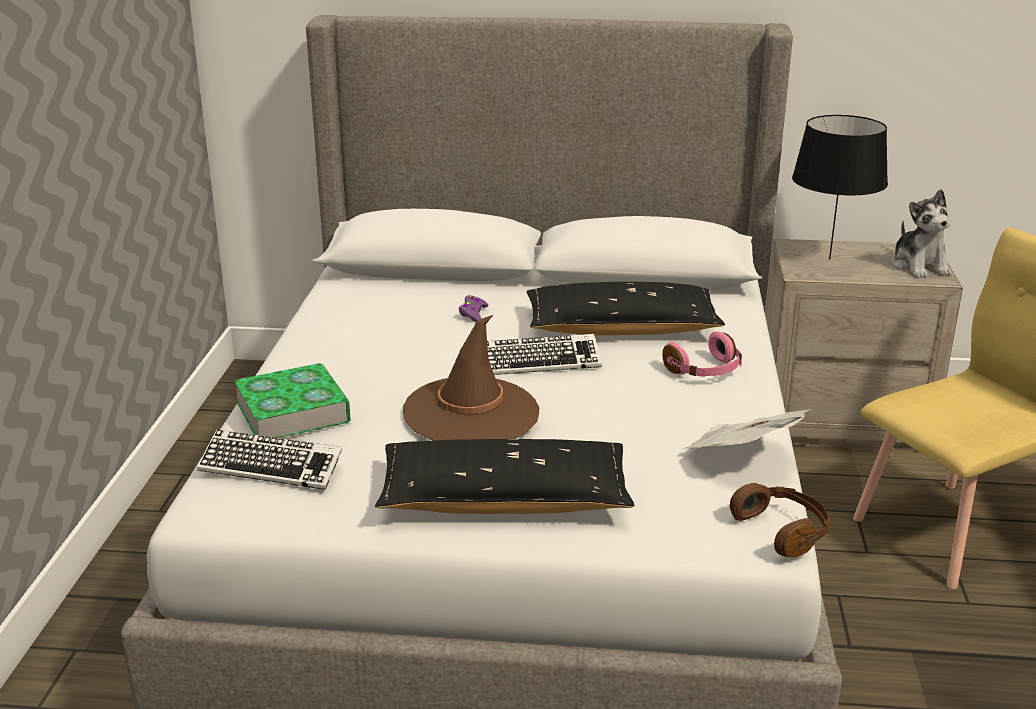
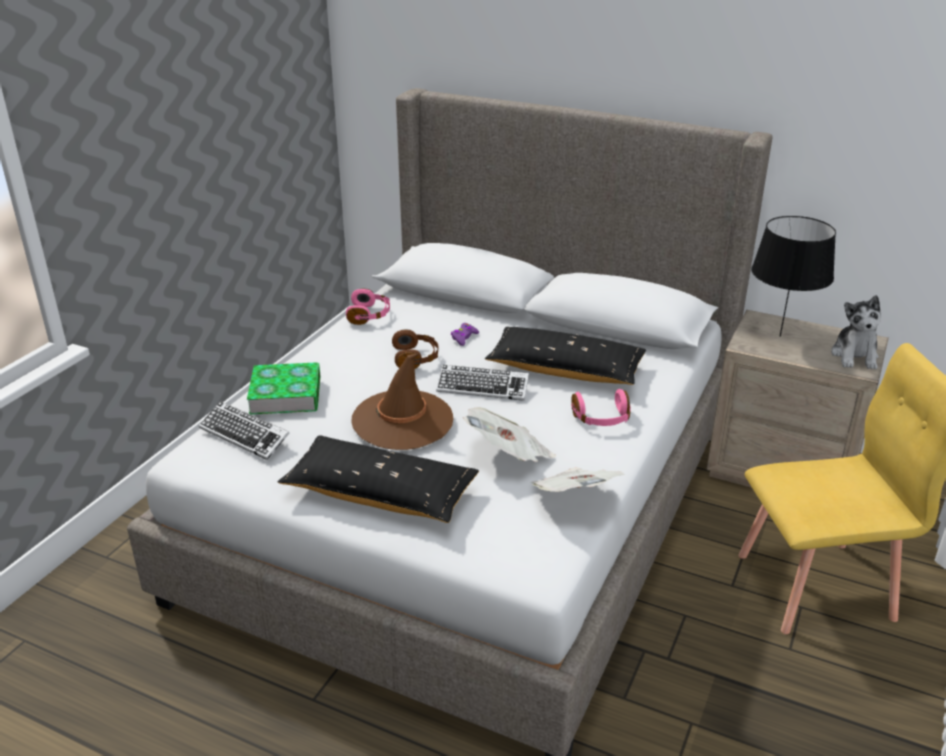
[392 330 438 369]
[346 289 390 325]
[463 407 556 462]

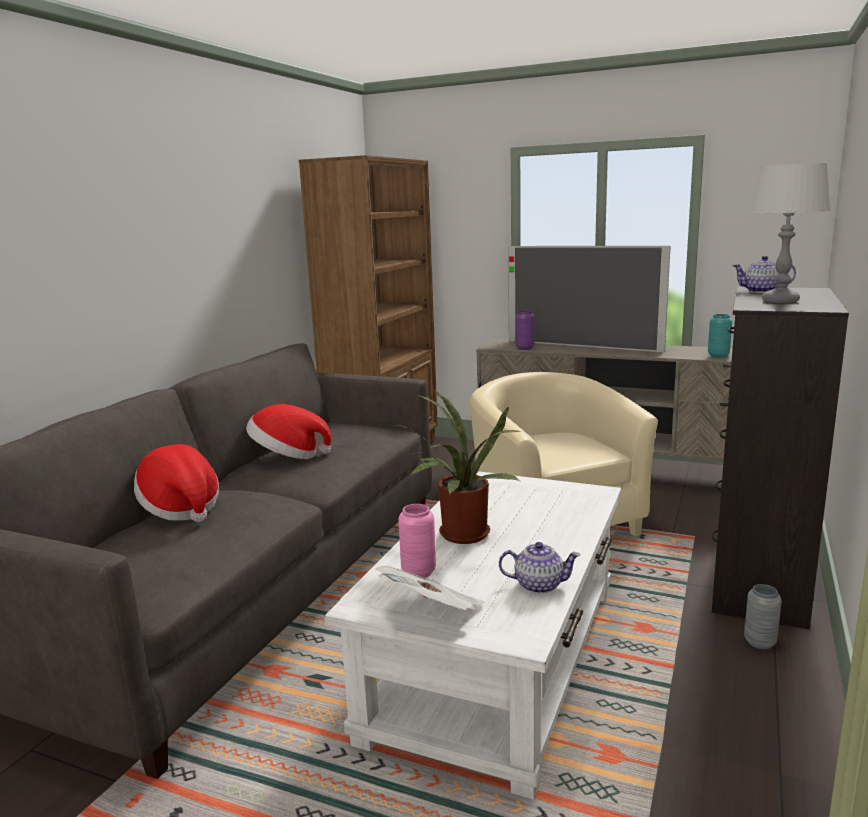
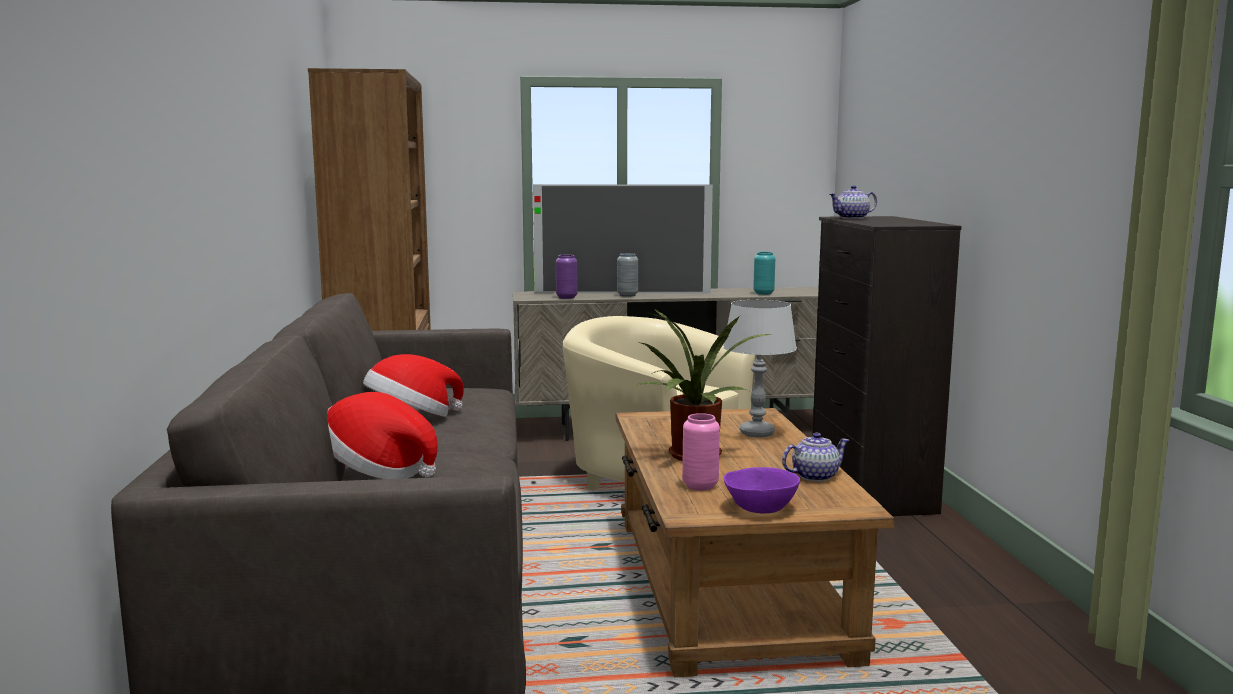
[616 408 894 677]
[724 467 800 513]
[617 253 638 297]
[723 300 797 437]

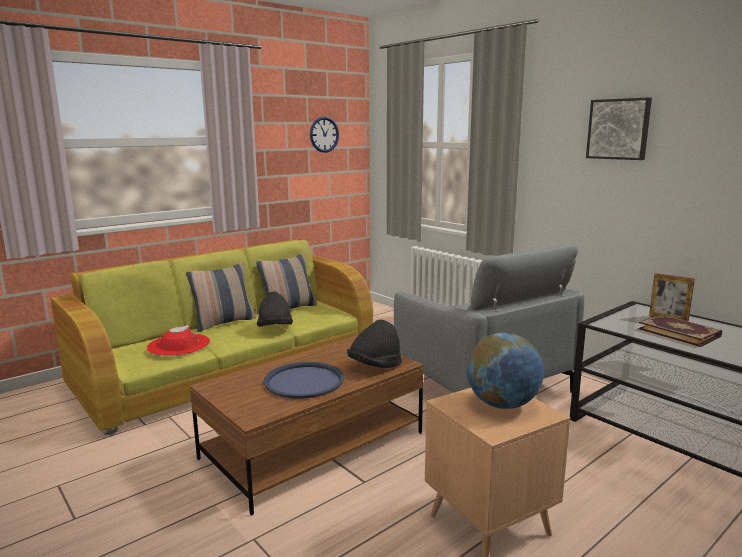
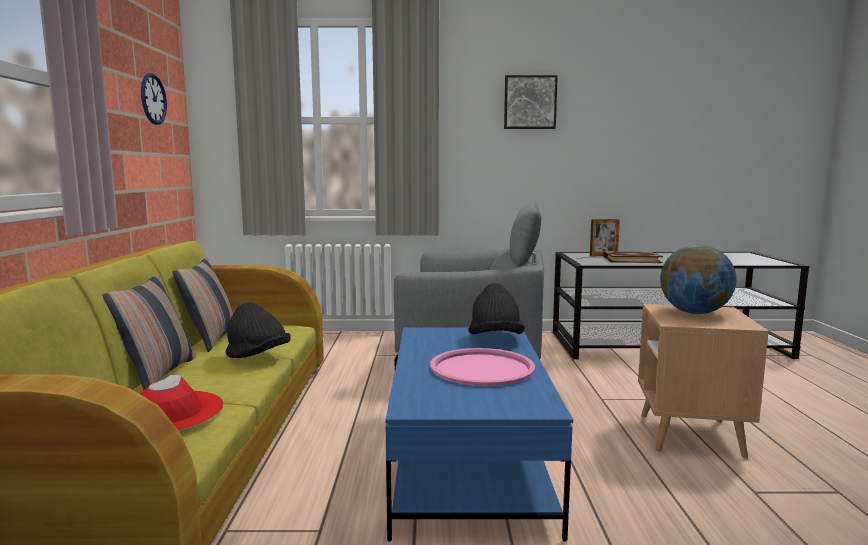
[386 327 573 542]
[430 348 535 386]

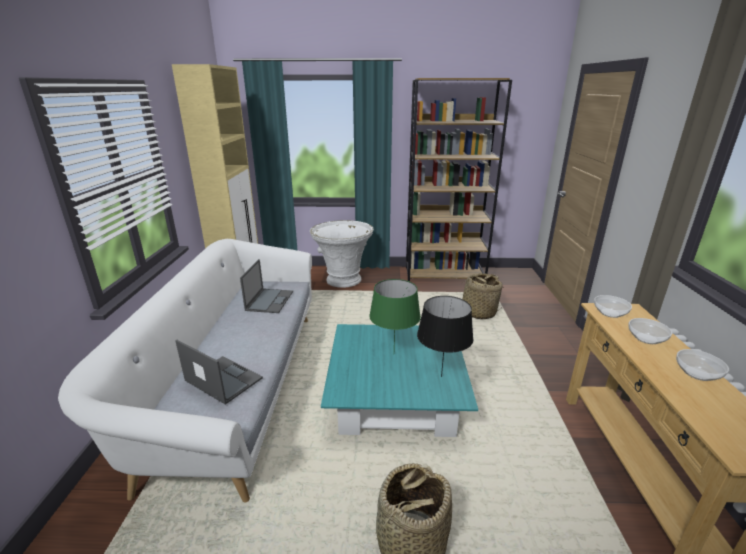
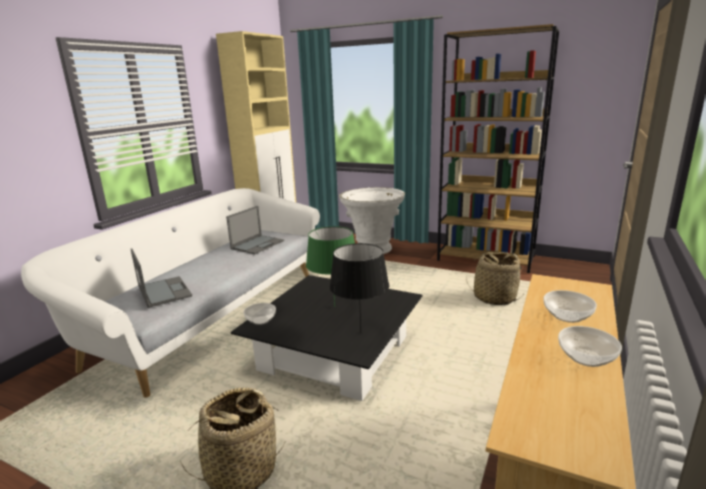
[231 275 422 401]
[243 303 276 325]

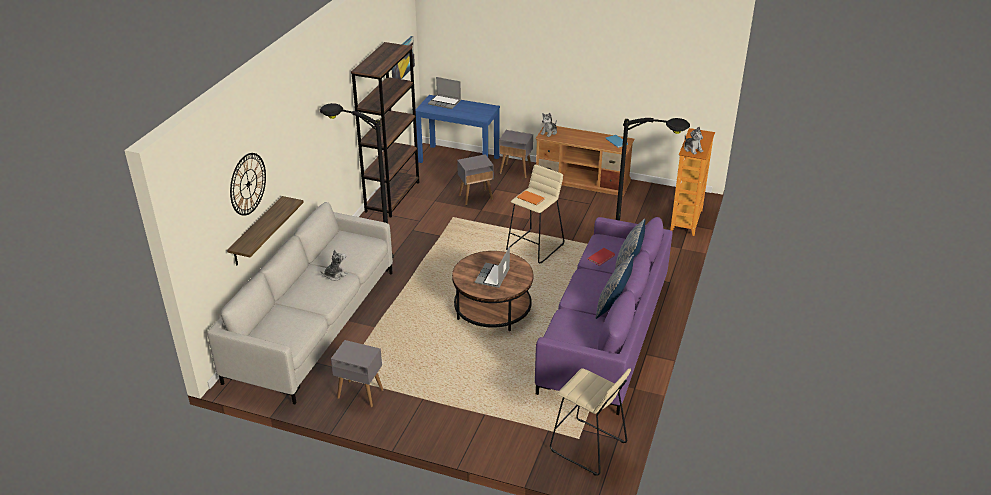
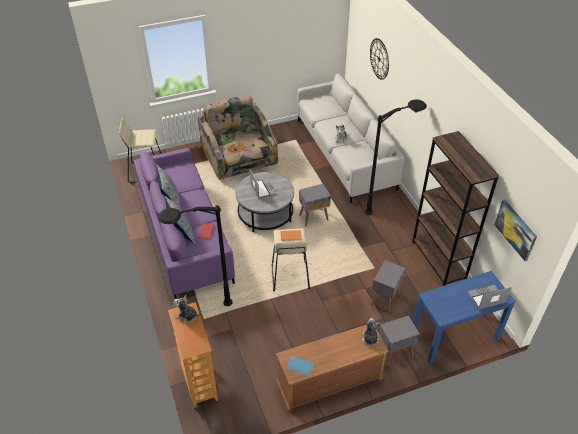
[227 196 304 265] (first image)
[299 184 331 227]
[235 172 294 232]
[198 95 278 180]

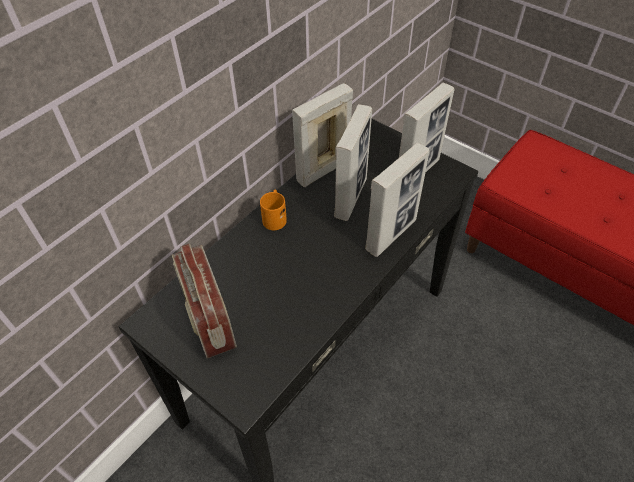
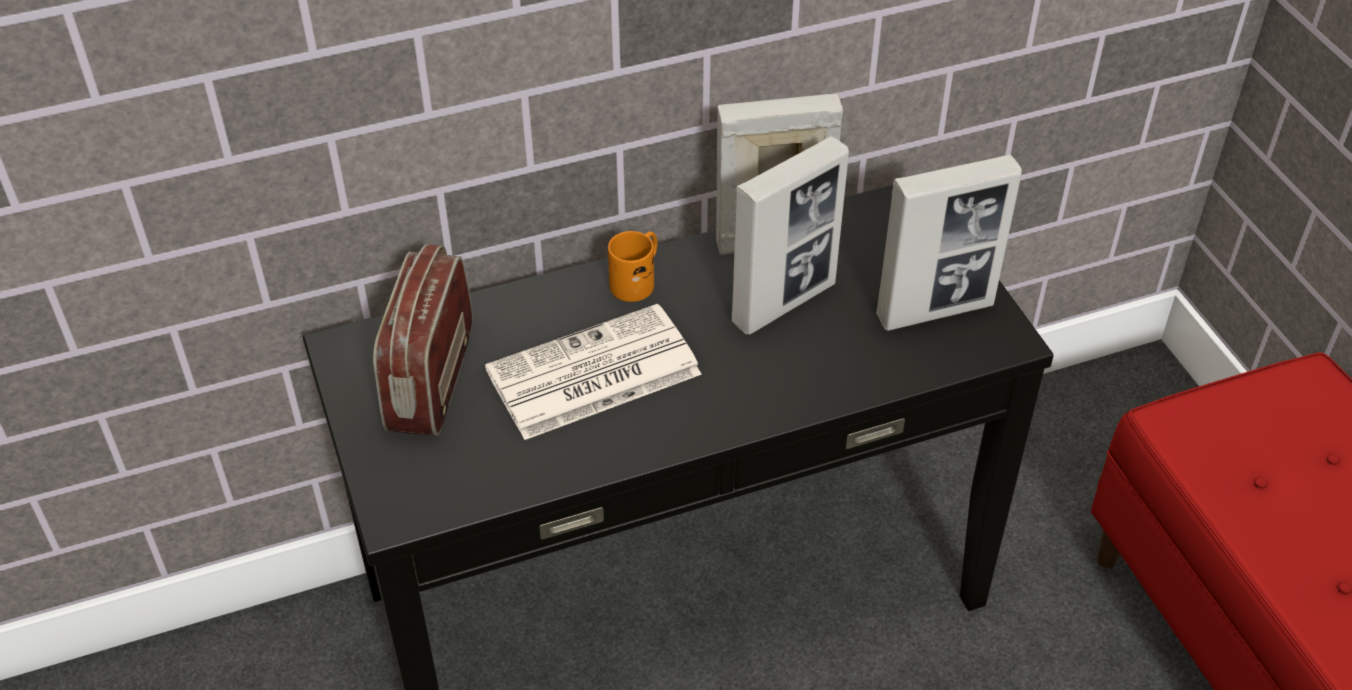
[365 142 430 257] (first image)
[485 304 702 440]

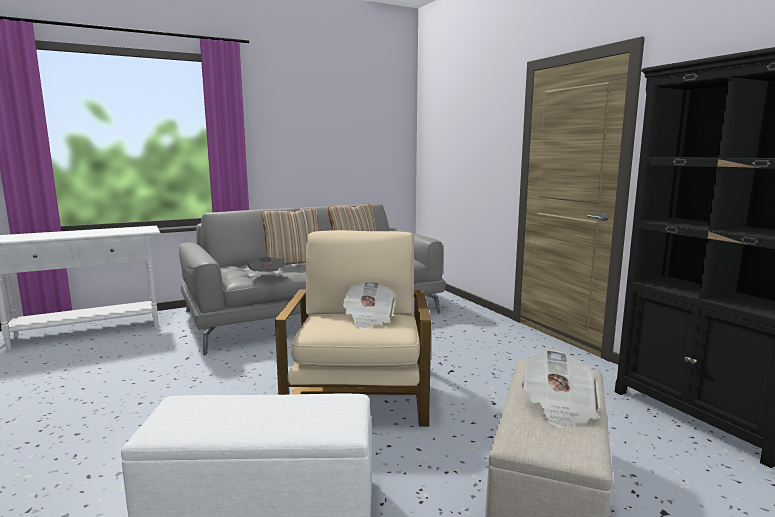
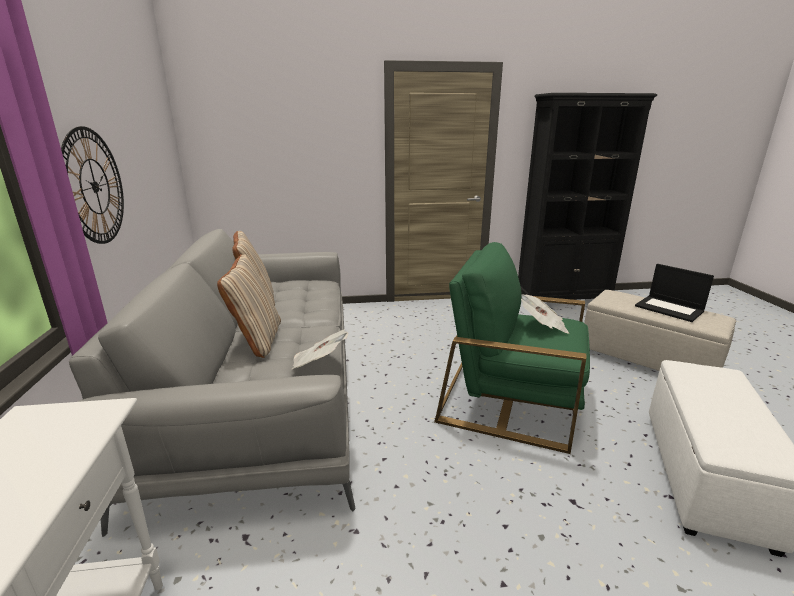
[434 242 590 454]
[635 264 714 322]
[61 126 124 244]

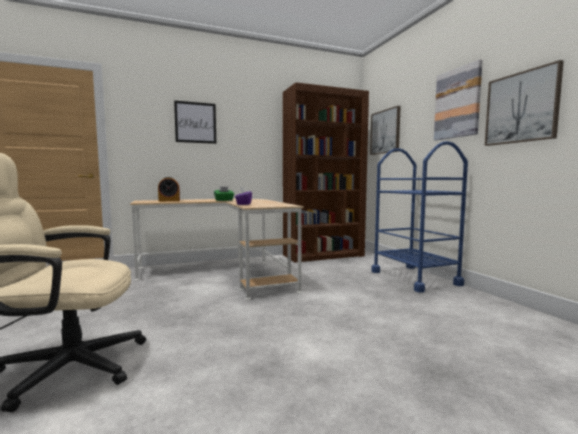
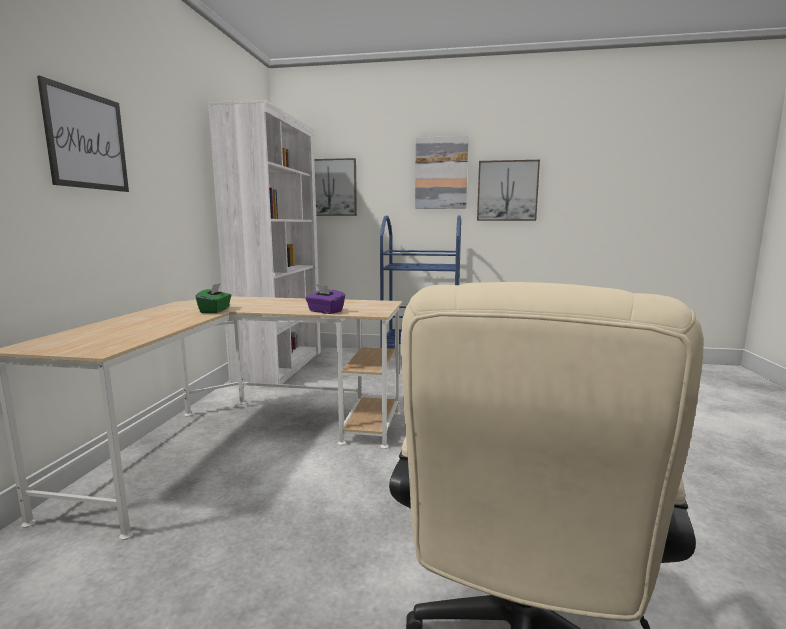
[158 177 180 202] (first image)
[208 100 321 387]

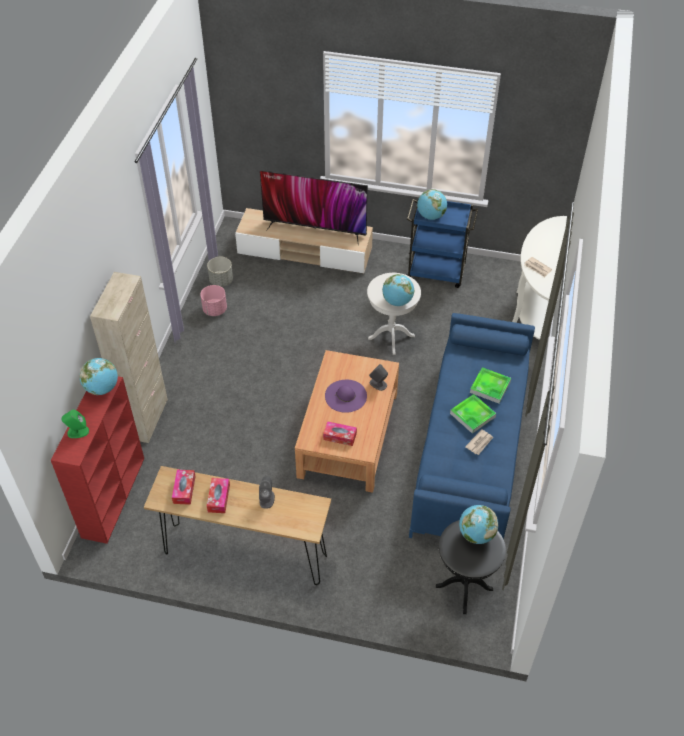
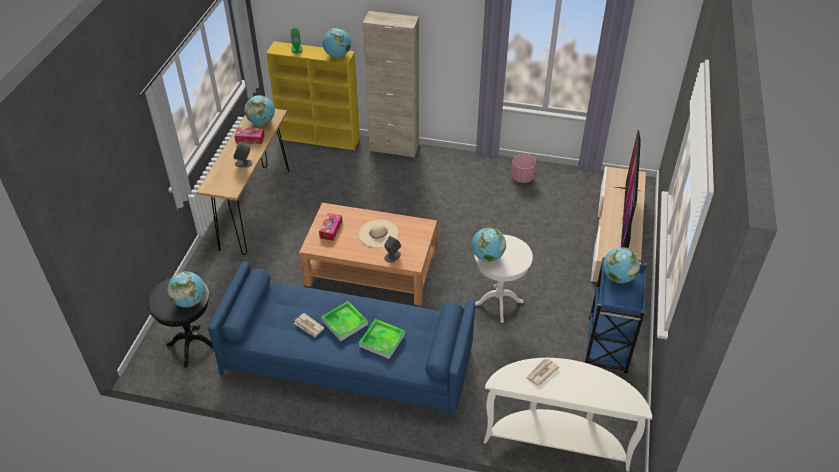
[266 41 360 150]
[245 95 275 125]
[207 257 233 287] (first image)
[359 220 399 248]

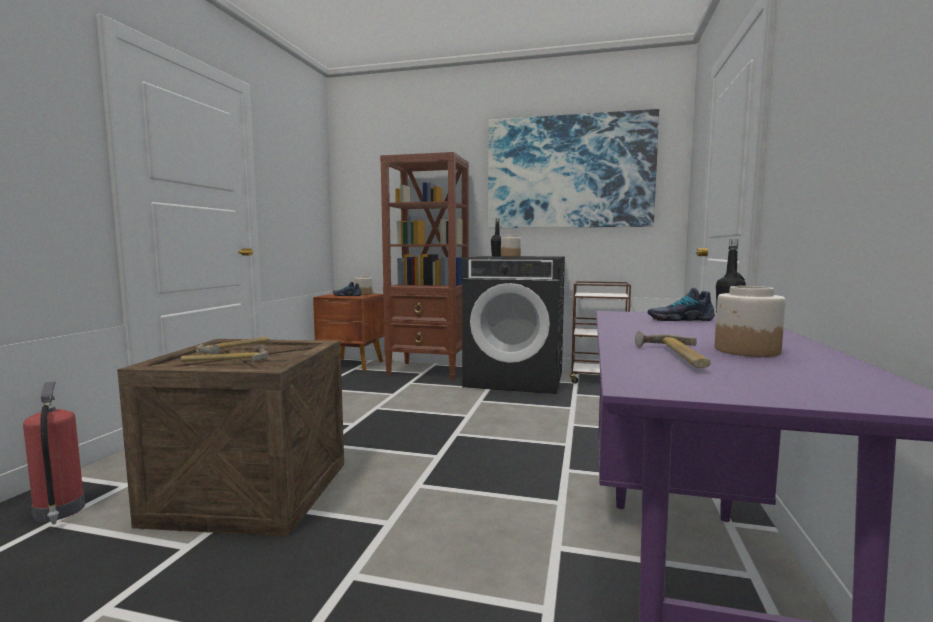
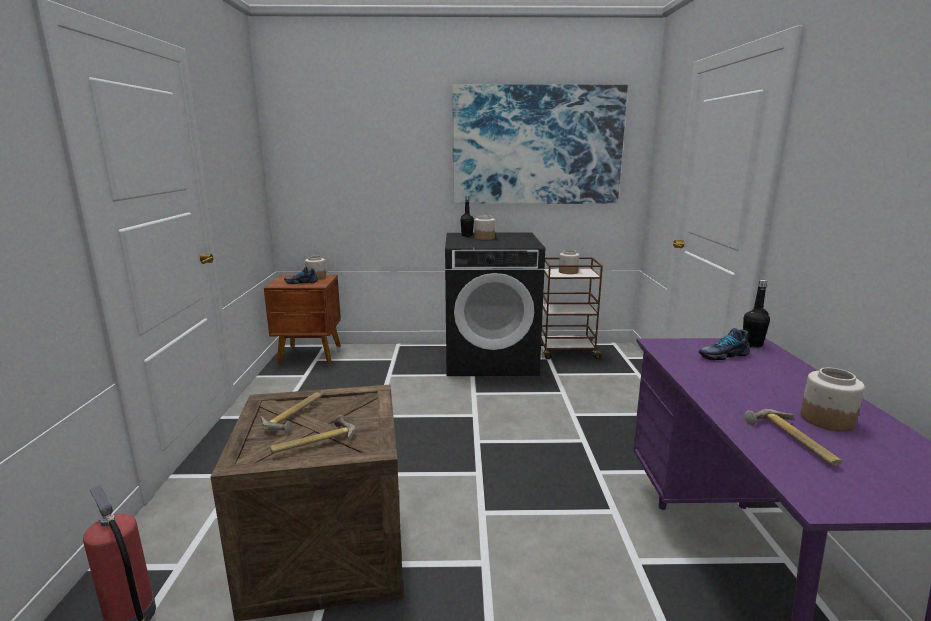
[380 152 469 380] (first image)
[559 250 579 274]

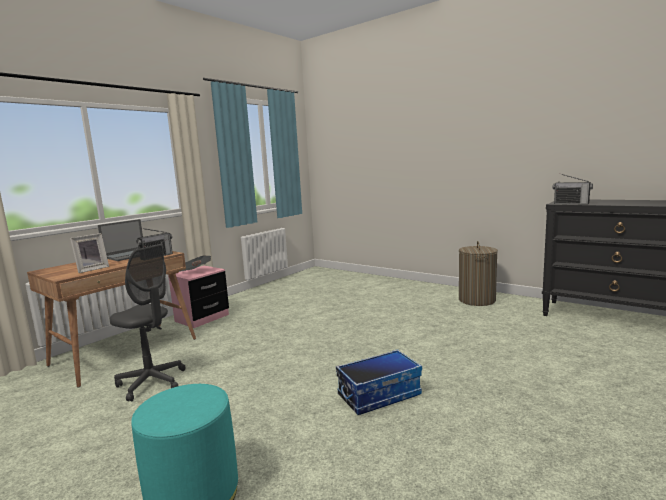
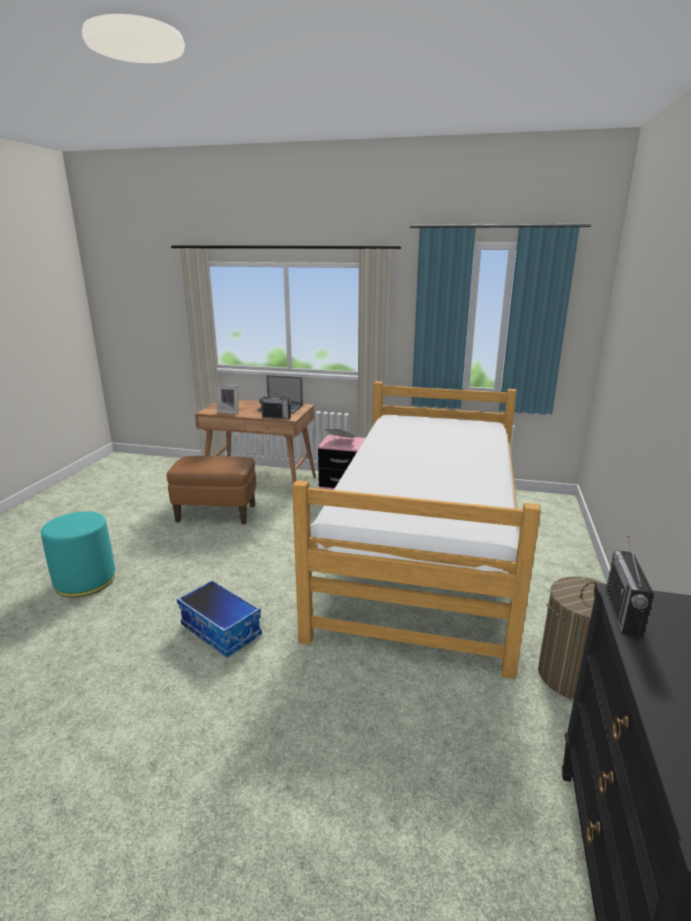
[167 456 256 524]
[292 381 541 679]

